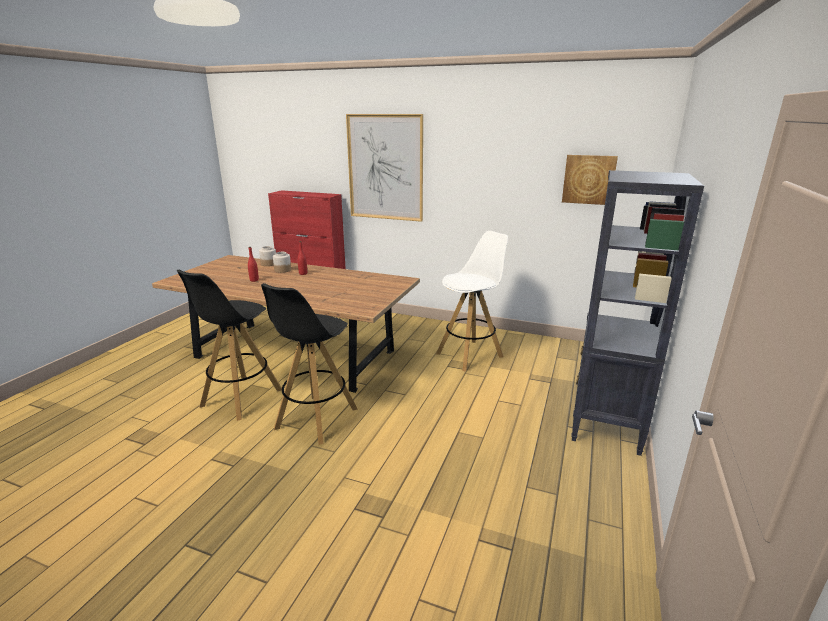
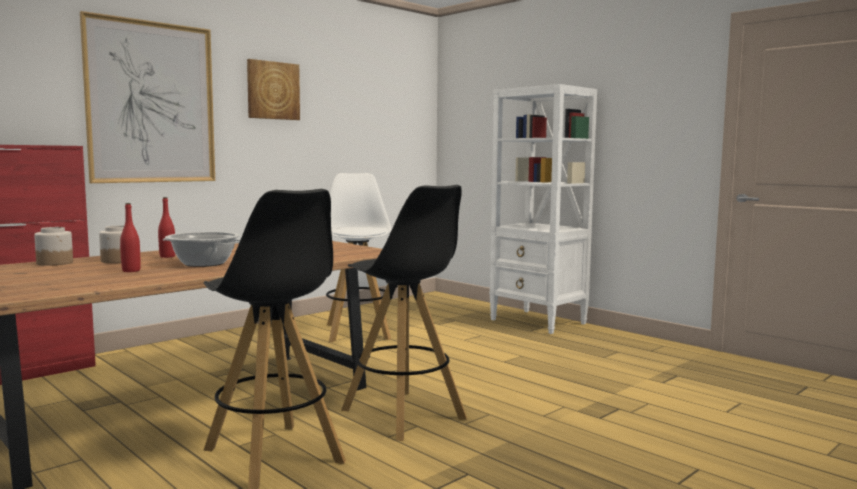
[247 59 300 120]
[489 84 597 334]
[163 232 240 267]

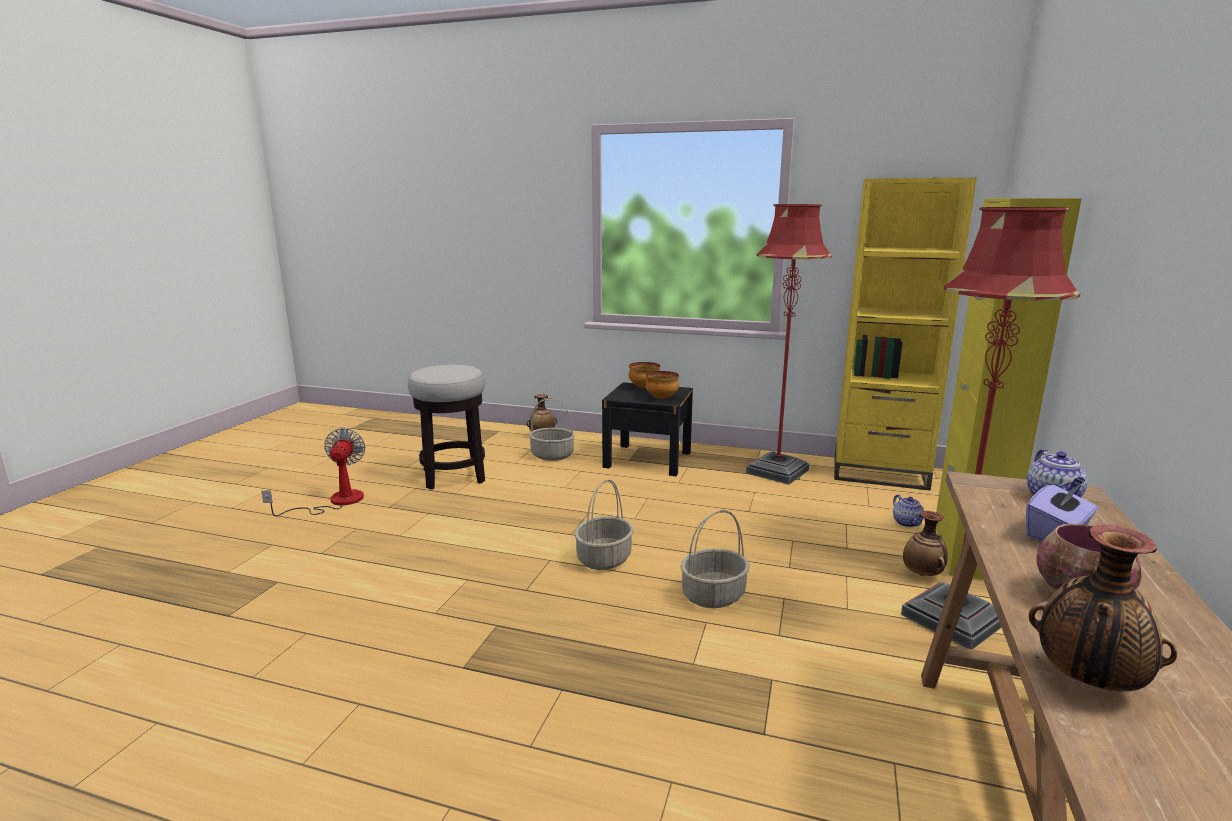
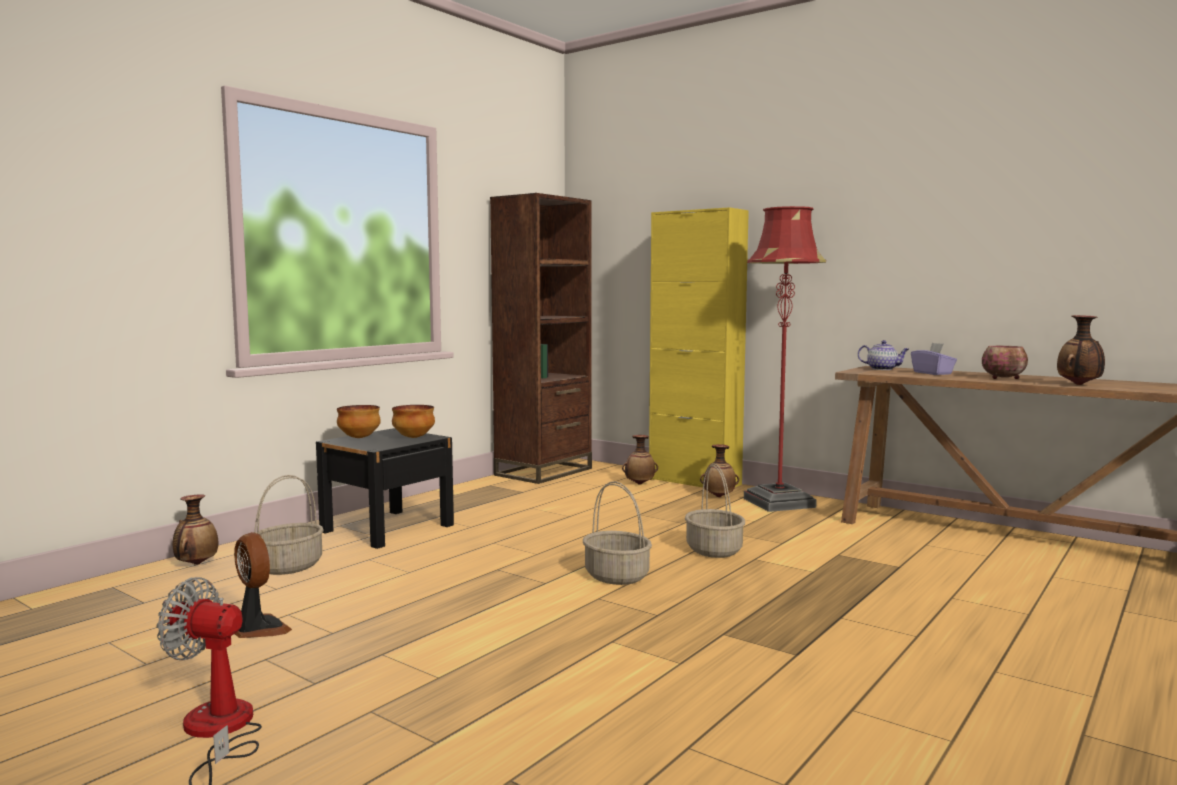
[234 532 292 638]
[746 204 832 485] (first image)
[490 193 592 484]
[622 435 658 485]

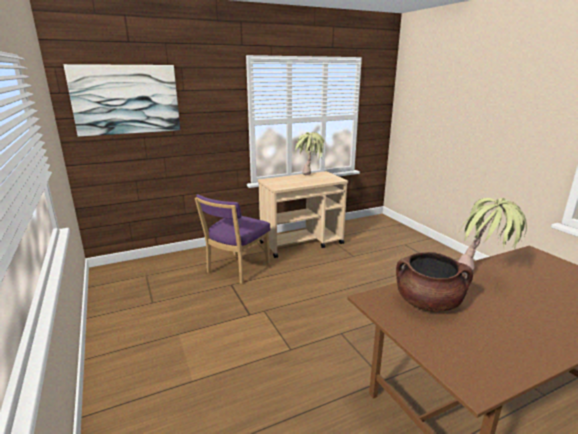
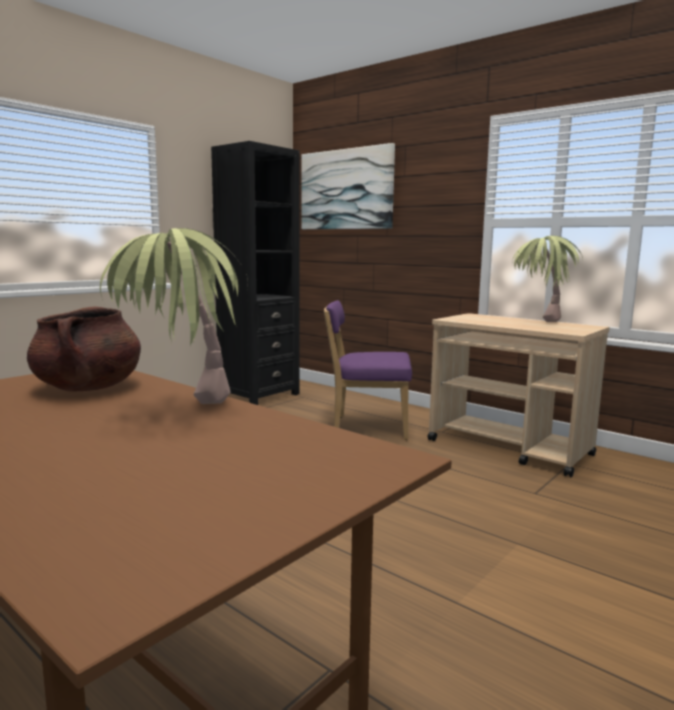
[211 141 300 405]

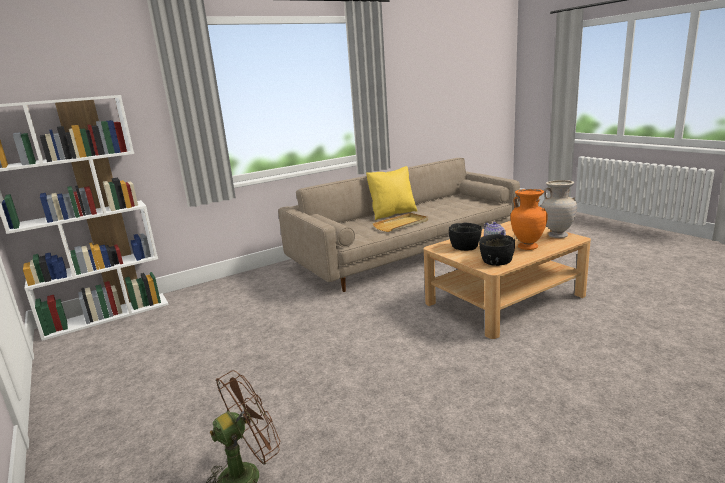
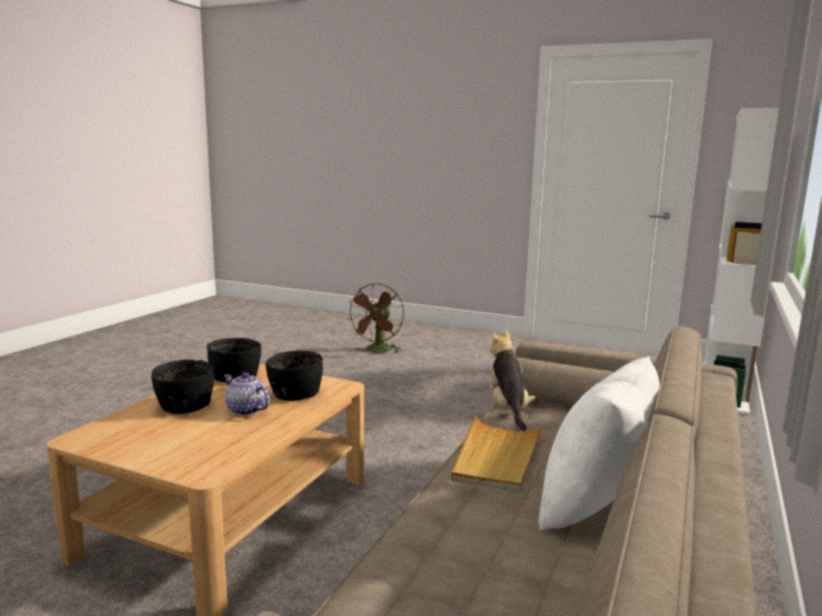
[539 356 660 531]
[151 359 214 414]
[542 180 577 238] (first image)
[489 330 535 431]

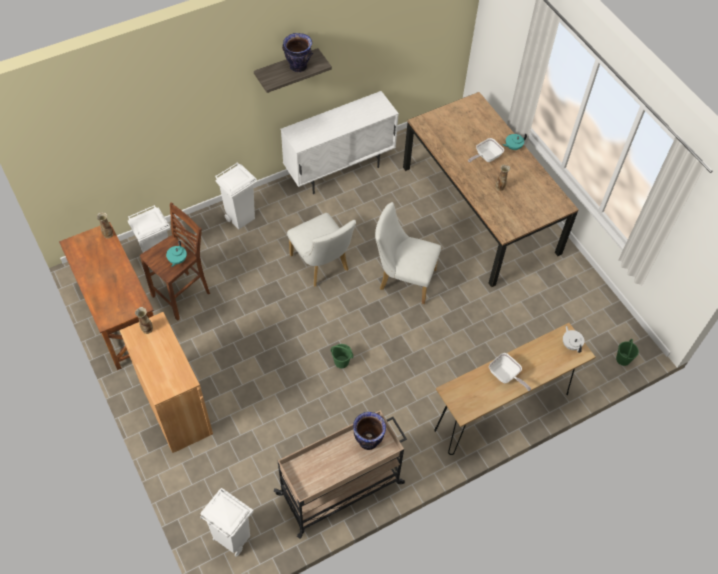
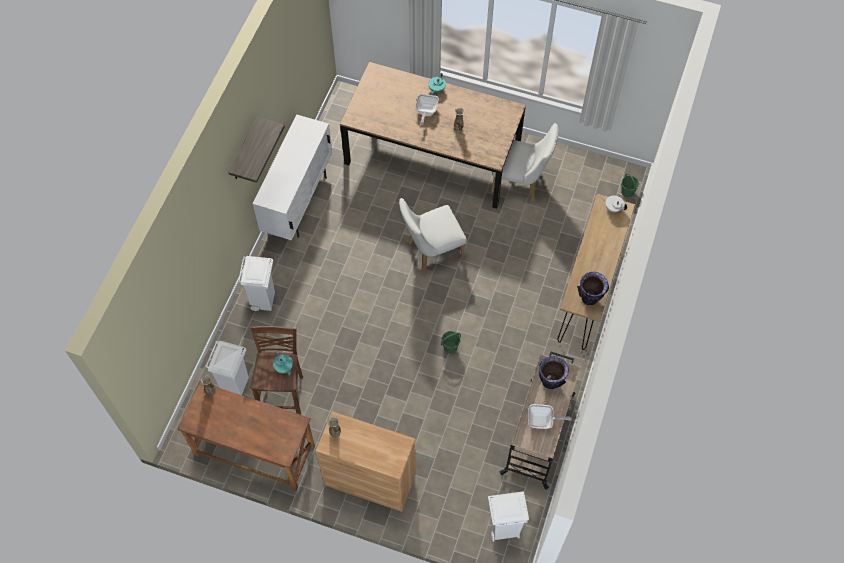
[577 272 609 305]
[491 123 558 200]
[528 404 572 429]

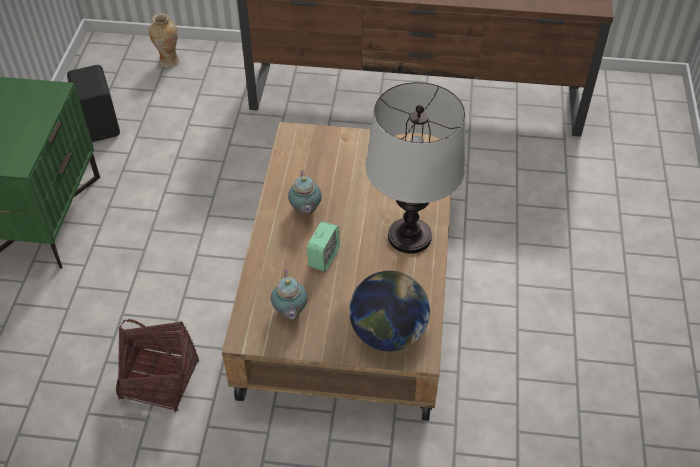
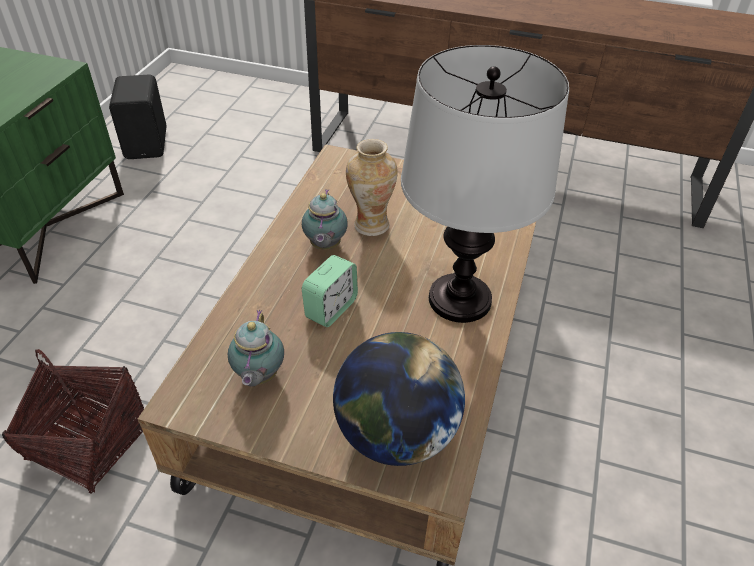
[346 139 398 236]

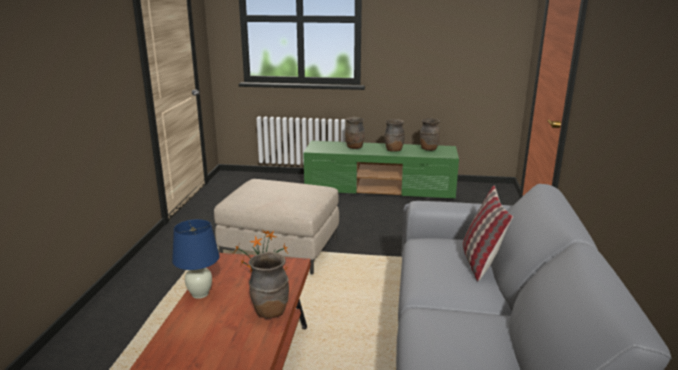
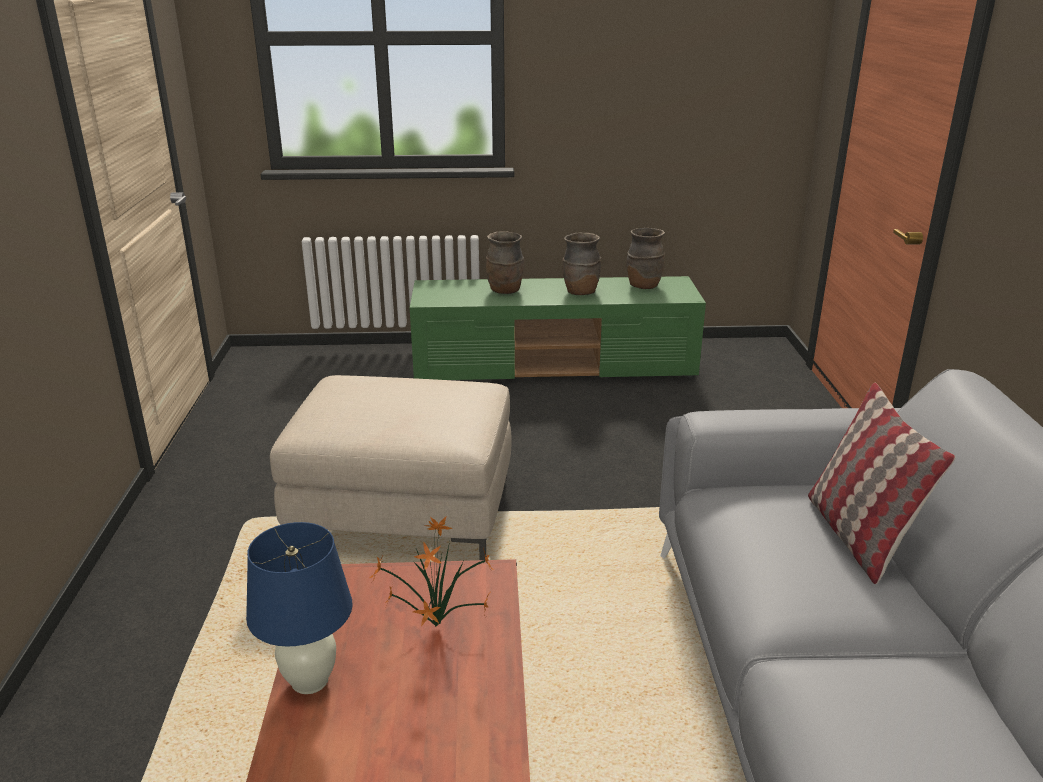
[249 252 289 318] (first image)

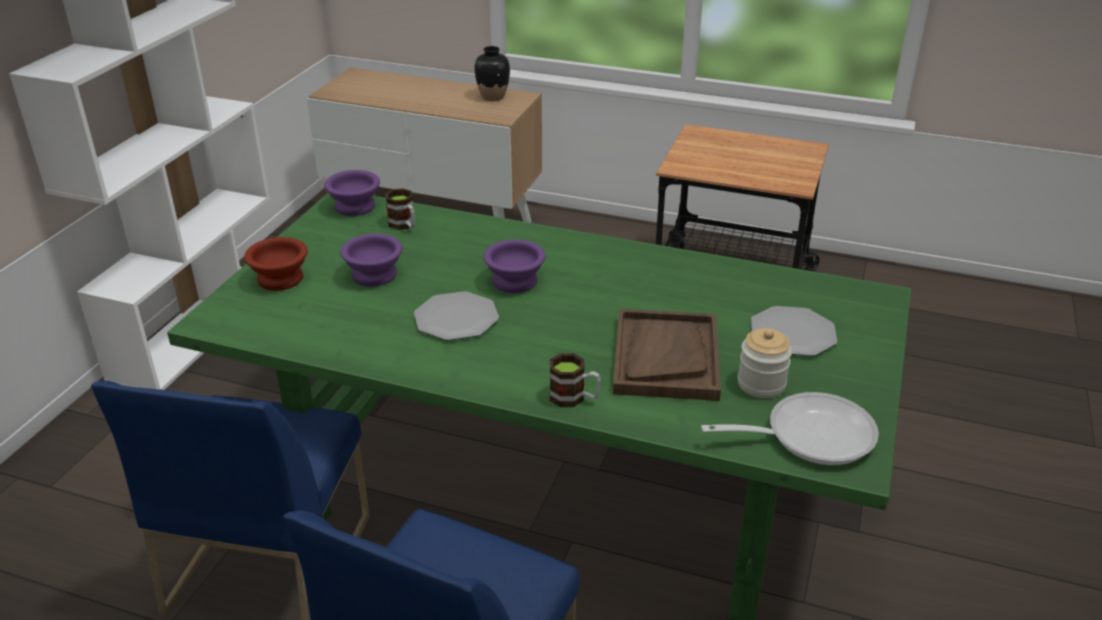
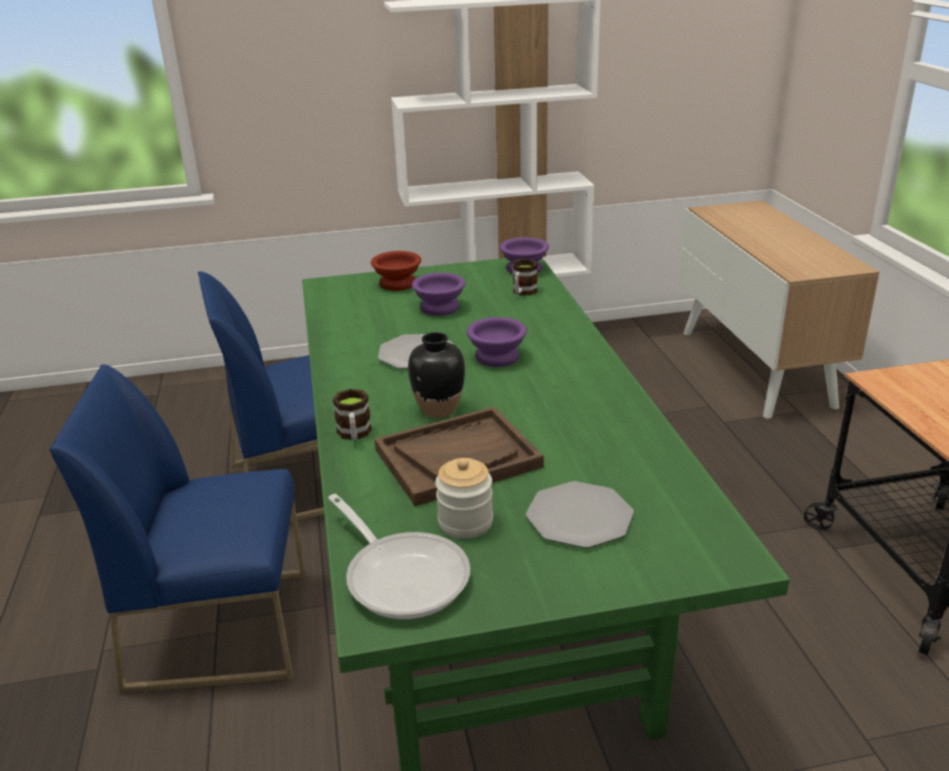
[408 332 465 418]

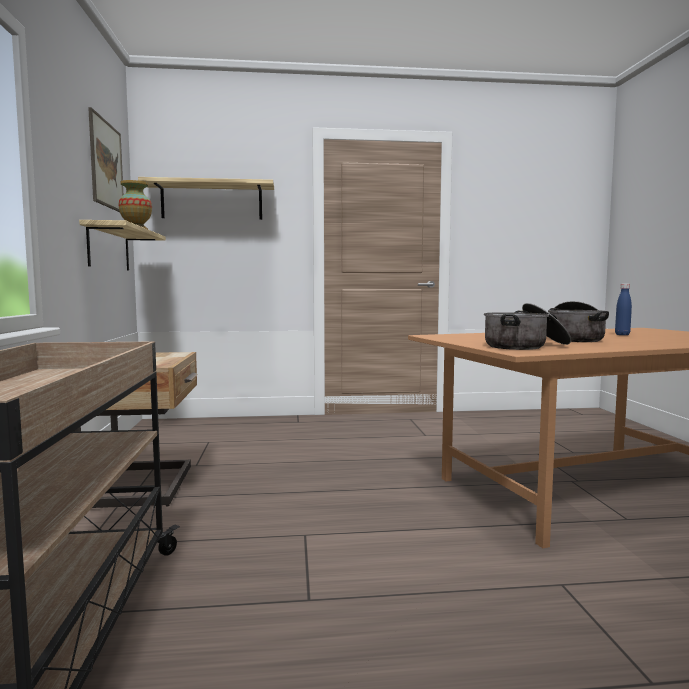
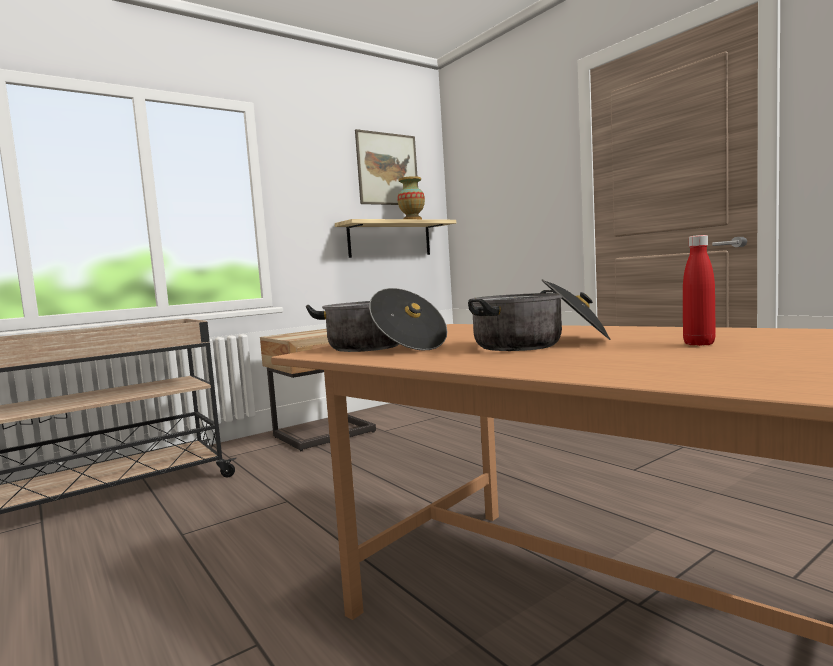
[138 177 274 220] (first image)
[683 235 716 346]

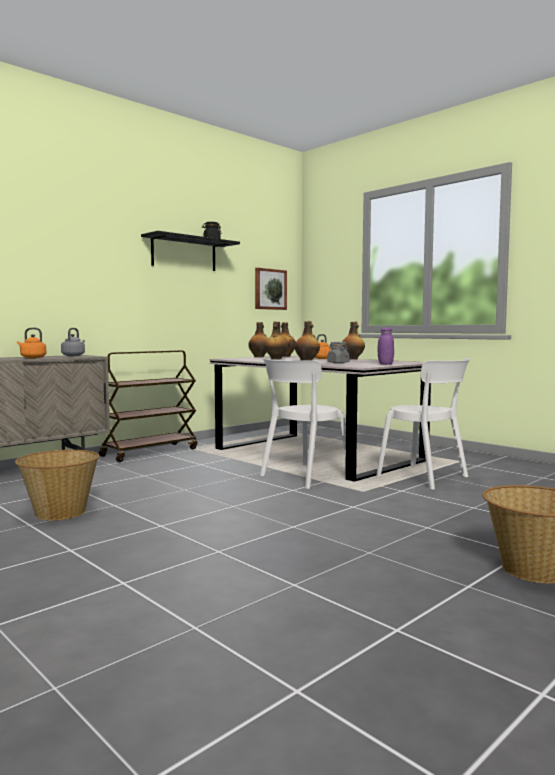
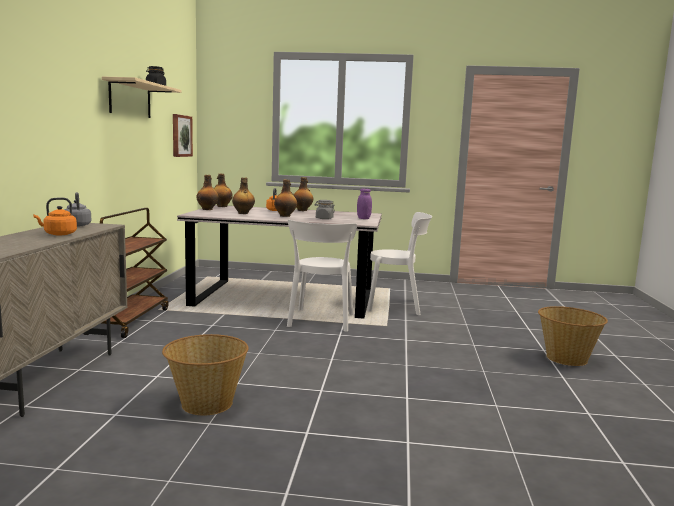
[102 76 182 118]

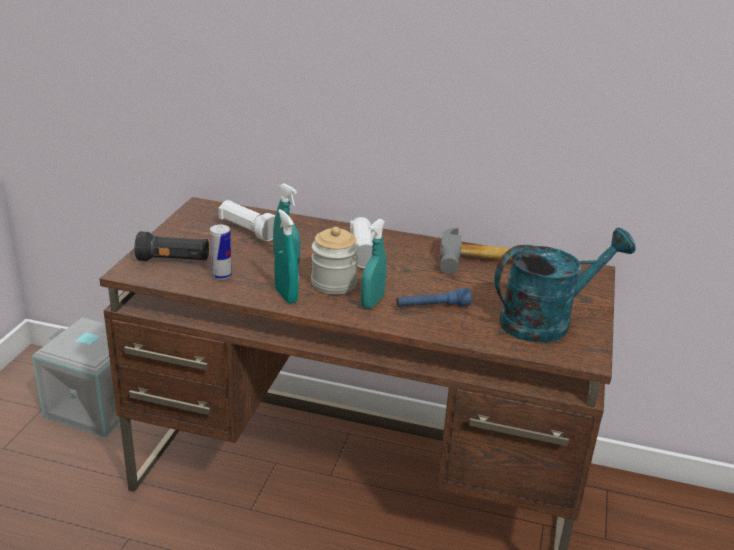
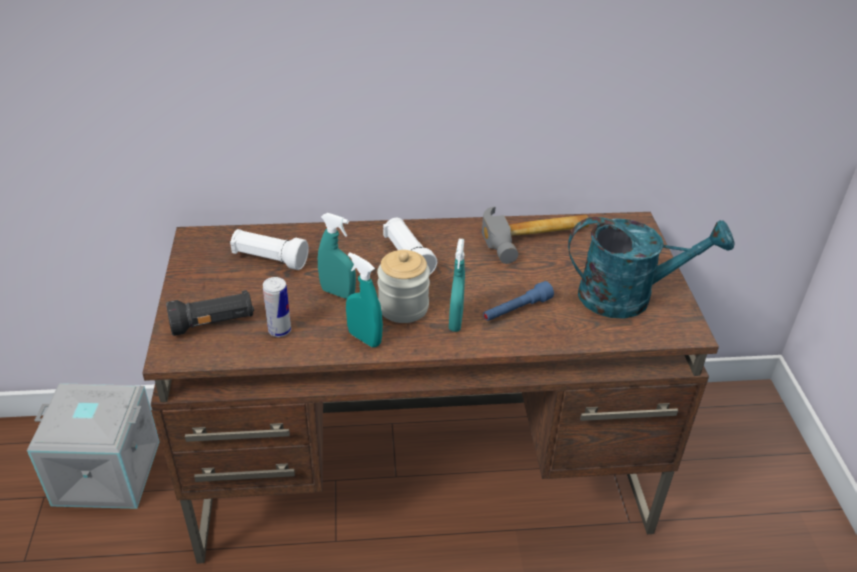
[568 217 735 319]

